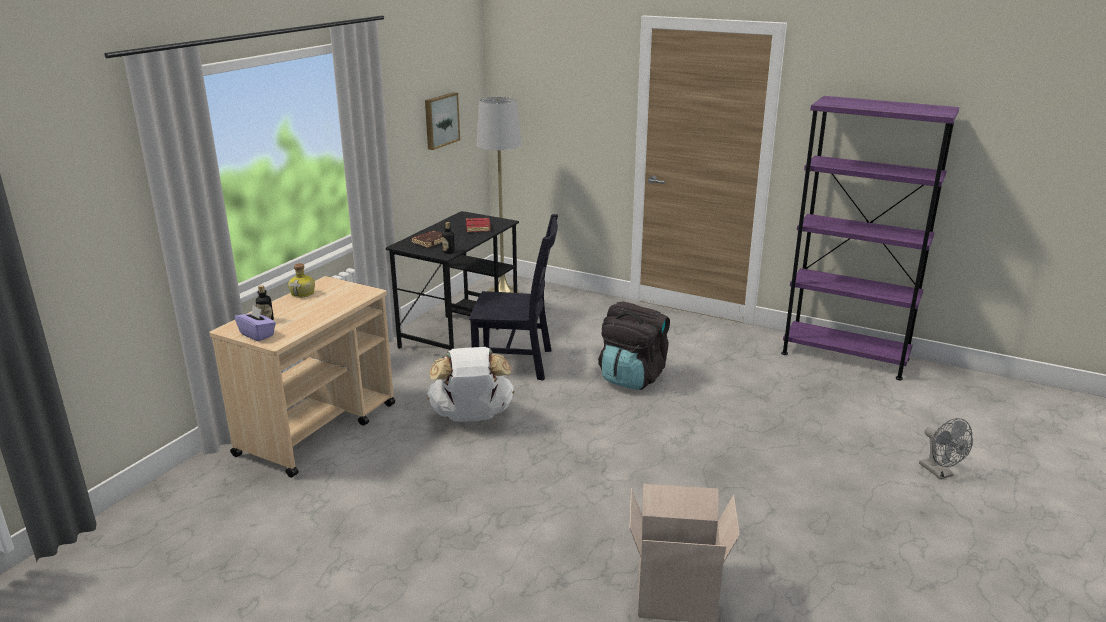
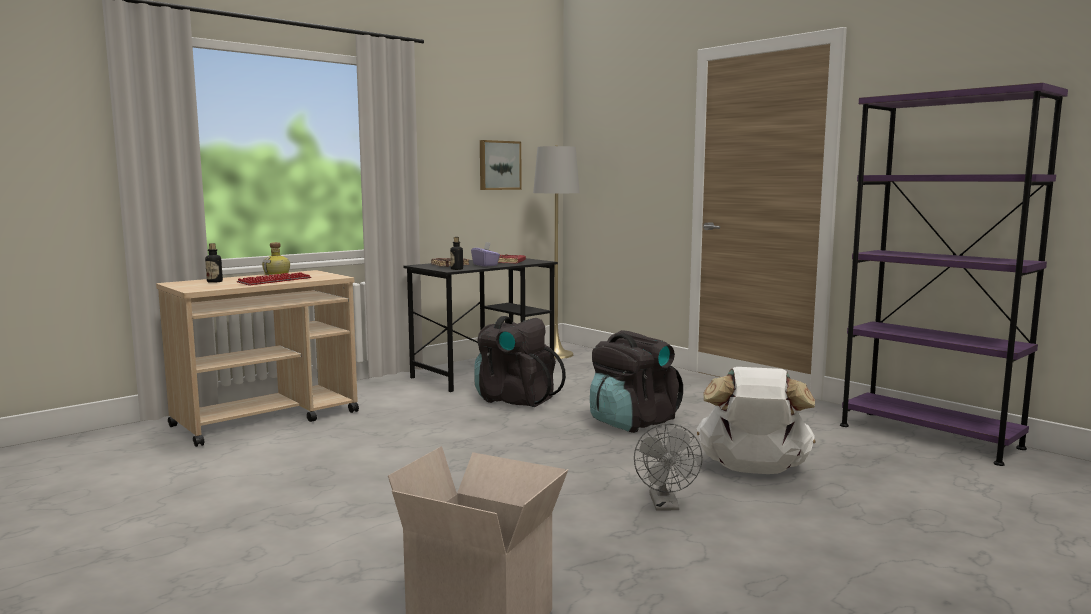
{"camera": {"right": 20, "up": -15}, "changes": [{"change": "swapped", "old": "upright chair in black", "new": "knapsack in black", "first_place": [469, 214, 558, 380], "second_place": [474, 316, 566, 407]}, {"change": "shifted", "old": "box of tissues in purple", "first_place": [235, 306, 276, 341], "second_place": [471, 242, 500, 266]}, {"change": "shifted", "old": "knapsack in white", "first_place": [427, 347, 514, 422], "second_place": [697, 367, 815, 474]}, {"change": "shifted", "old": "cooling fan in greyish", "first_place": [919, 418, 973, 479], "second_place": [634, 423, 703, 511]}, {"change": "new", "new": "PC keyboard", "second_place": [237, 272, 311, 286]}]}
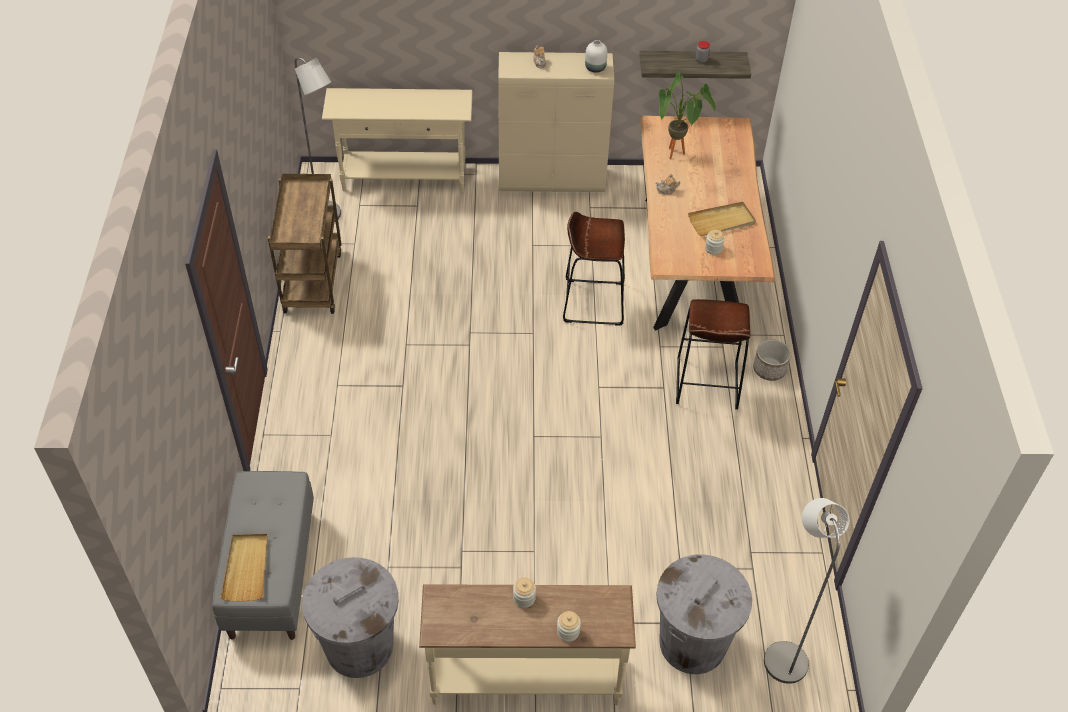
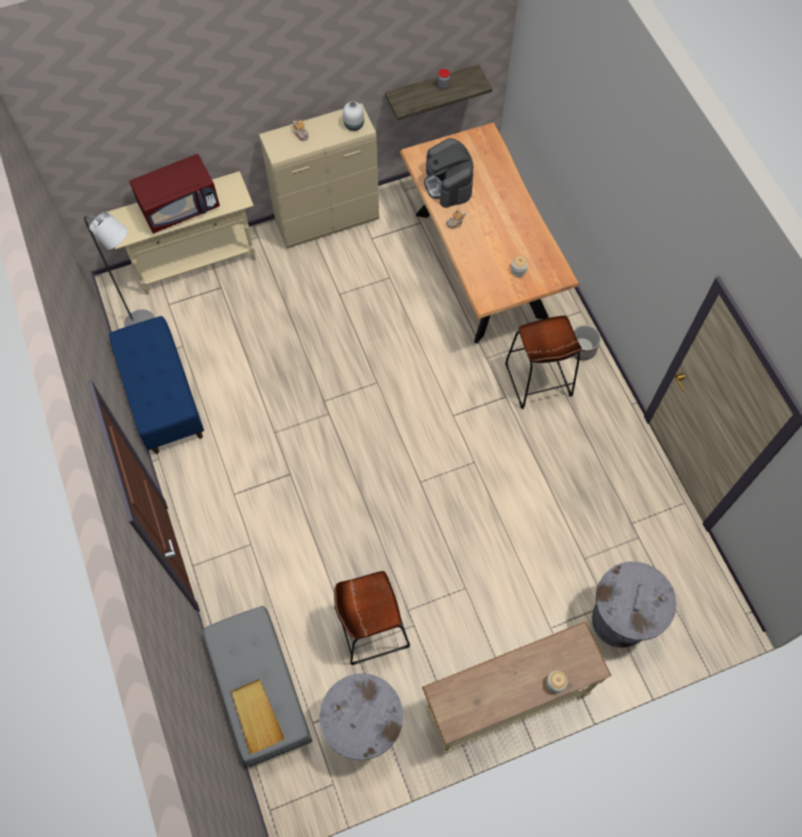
{"camera": {"right": -20, "up": 15}, "changes": [{"change": "swapped", "old": "plant in a pot", "new": "coffee machine", "first_place": [659, 72, 716, 159], "second_place": [424, 138, 473, 208]}, {"change": "swapped", "old": "cart in brown-coloured", "new": "bench in blue", "first_place": [268, 174, 342, 314], "second_place": [109, 316, 204, 454]}, {"change": "gone", "old": "carrying tray in sand-coloured", "first_place": [688, 202, 756, 236]}, {"change": "shifted", "old": "stool in brown-coloured", "first_place": [563, 212, 625, 326], "second_place": [334, 571, 410, 665]}, {"change": "gone", "old": "floor lamp in greyish", "first_place": [764, 498, 849, 684]}, {"change": "gone", "old": "jar", "first_place": [513, 578, 536, 608]}, {"change": "new", "new": "microwave in reddish", "second_place": [129, 154, 220, 234]}]}
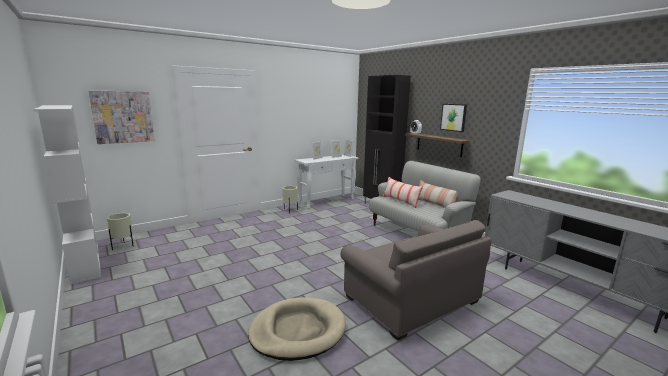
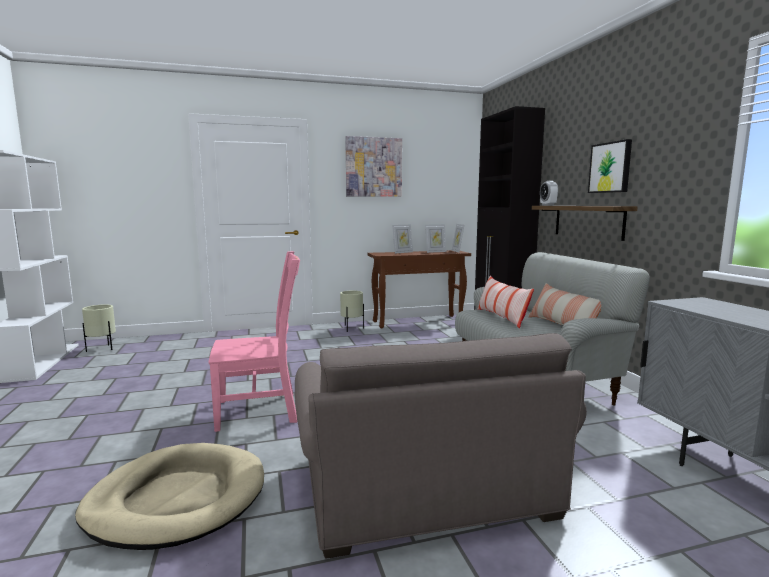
{"camera": {"right": 20, "up": -5}, "changes": [{"change": "shifted", "old": "picture", "first_place": [89, 91, 155, 144], "second_place": [345, 136, 402, 197]}, {"change": "repainted", "old": "console table in white", "new": "console table in brown-coloured", "first_place": [295, 155, 358, 209], "second_place": [368, 250, 471, 328]}, {"change": "new", "new": "upright chair in pink-coloured", "second_place": [209, 251, 300, 432]}]}
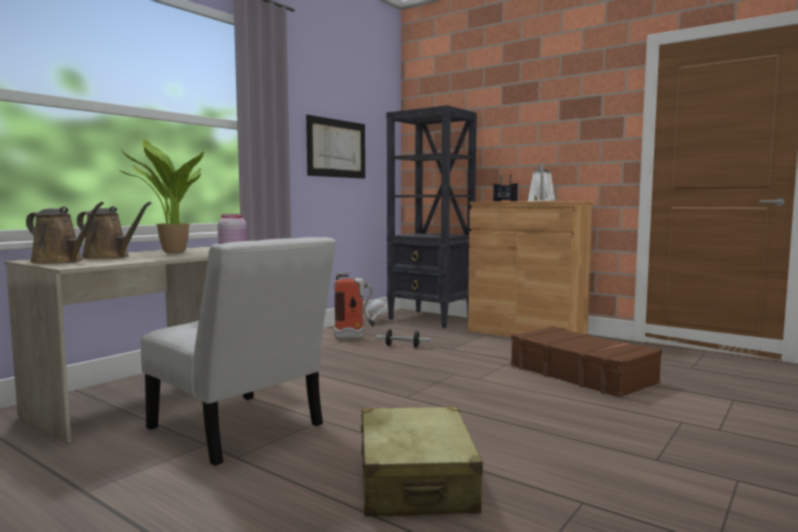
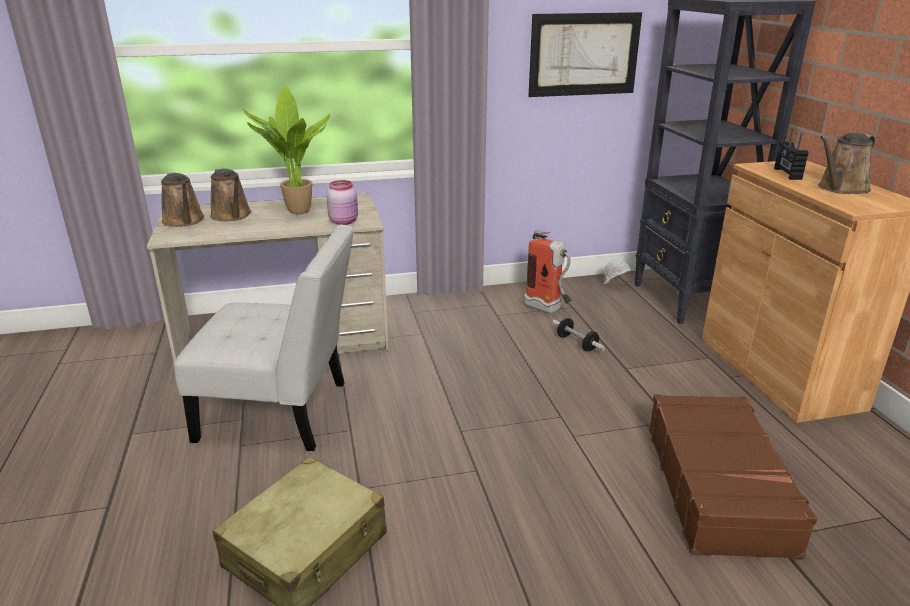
{"camera": {"right": 40, "up": 20}, "changes": [{"change": "repainted", "old": "watering can in white", "new": "watering can in brown-coloured", "first_place": [528, 162, 556, 201], "second_place": [818, 133, 876, 194]}, {"change": "rotated", "old": "upright chair in white", "first_place": [141, 237, 336, 466], "second_place": [174, 225, 354, 451], "degrees": -75}]}
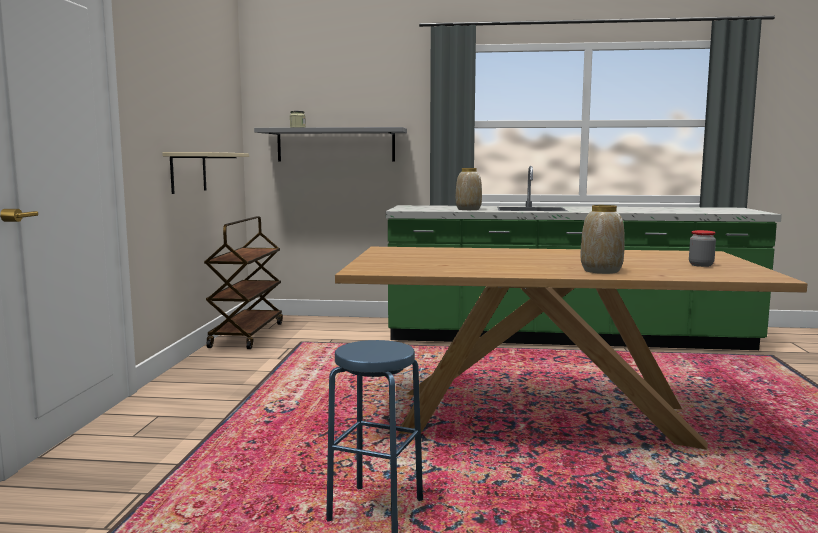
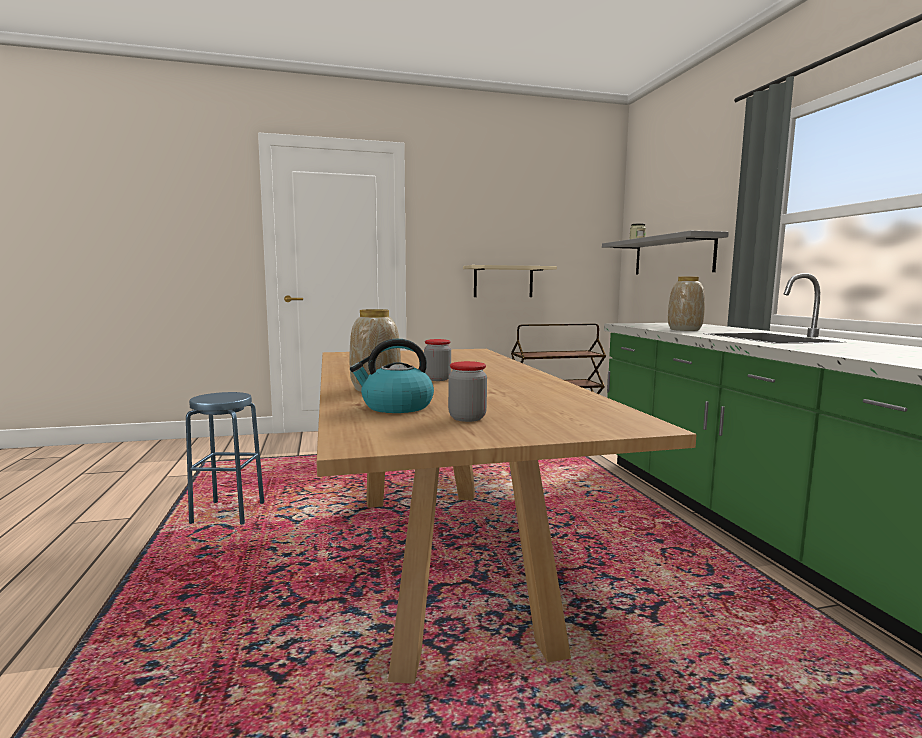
{"camera": {"right": 70, "up": 0}, "changes": [{"change": "new", "new": "kettle", "second_place": [350, 339, 434, 413]}, {"change": "new", "new": "jar", "second_place": [424, 339, 451, 381]}]}
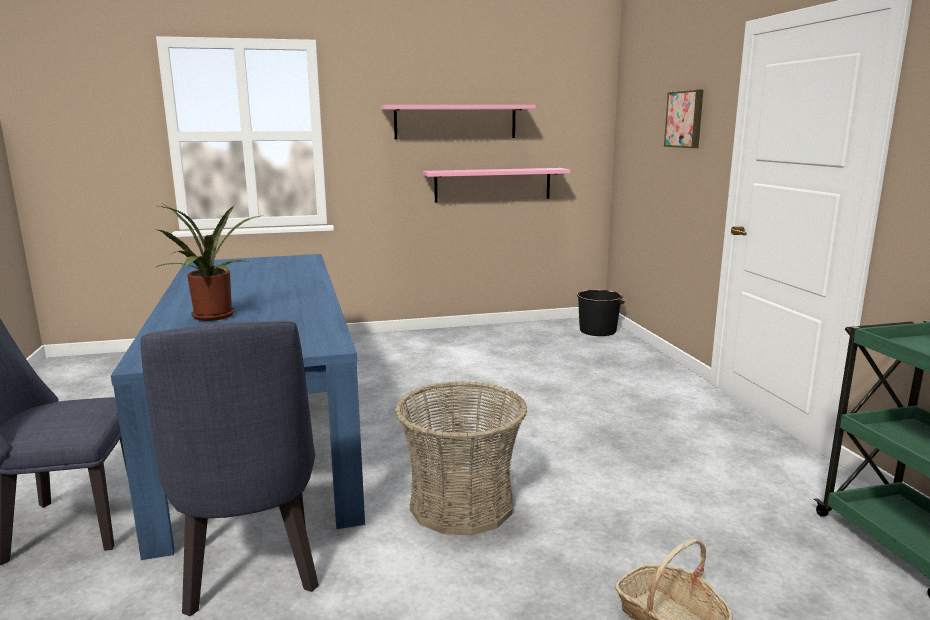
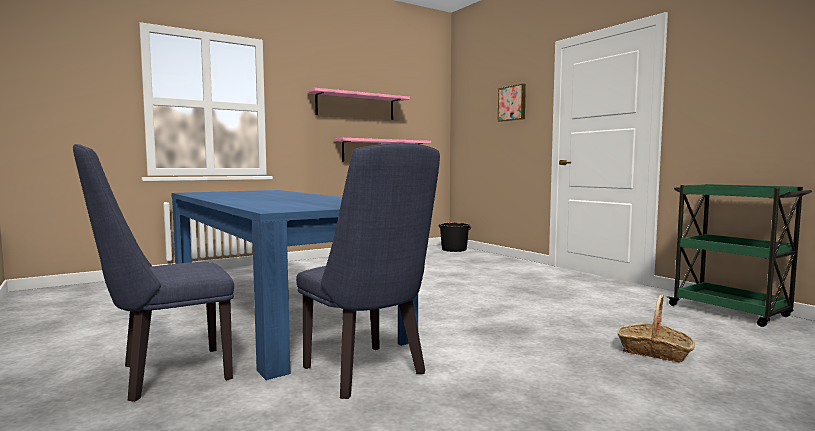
{"camera": {"right": -20, "up": -10}, "changes": [{"change": "gone", "old": "plant in a pot", "first_place": [156, 203, 265, 321]}, {"change": "gone", "old": "basket", "first_place": [395, 381, 527, 535]}]}
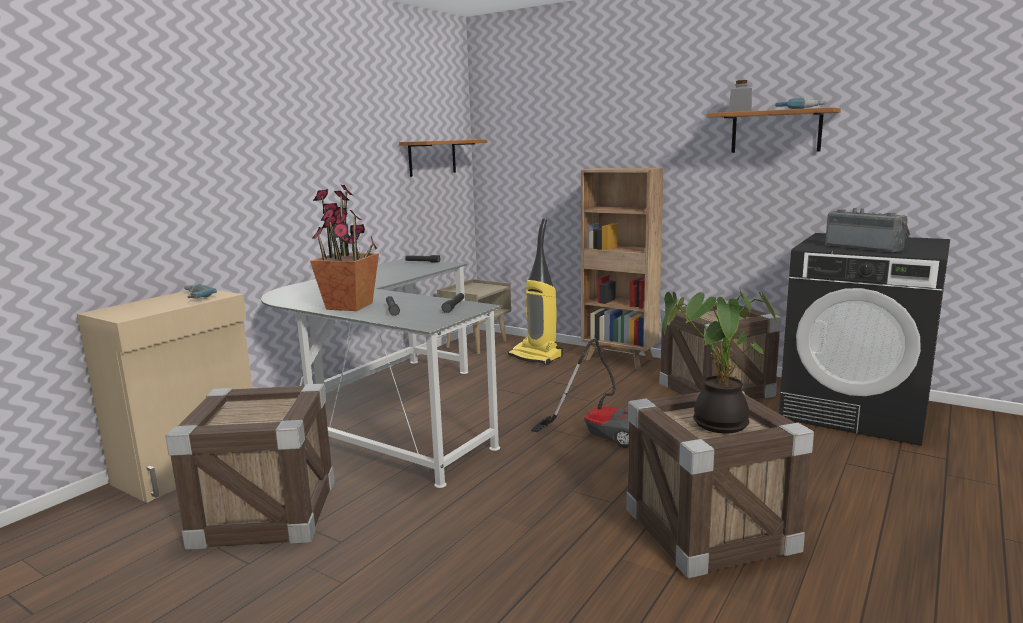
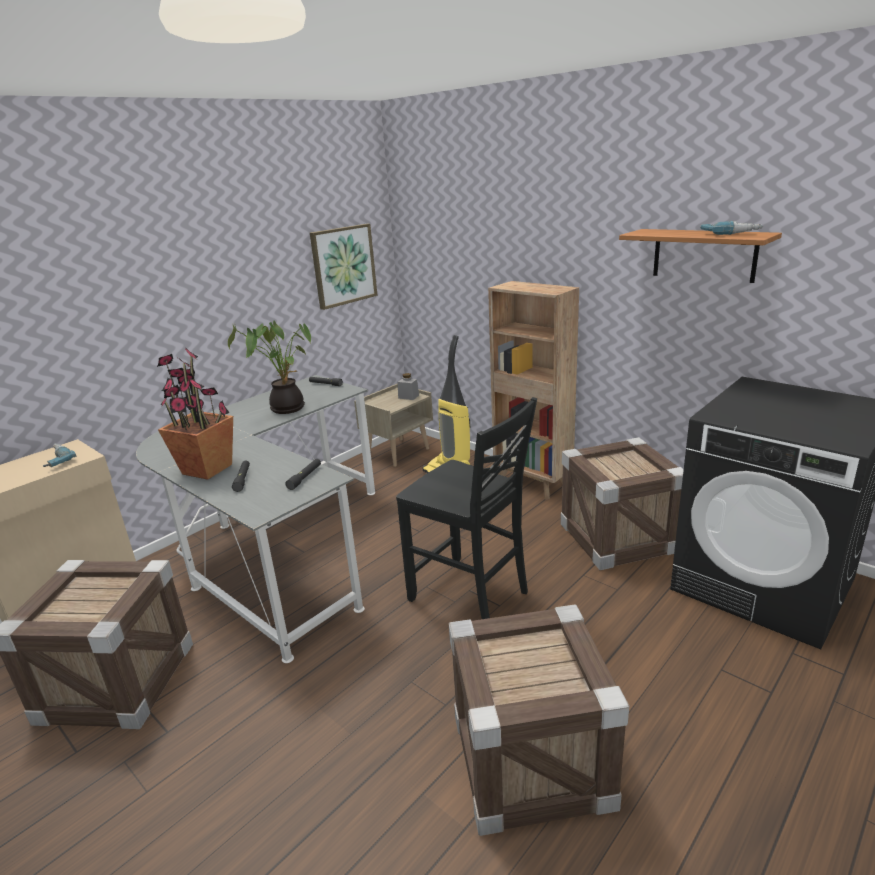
{"camera": {"right": 10, "up": 10}, "changes": [{"change": "shifted", "old": "jar in greyish", "first_place": [729, 80, 752, 112], "second_place": [398, 373, 419, 400]}, {"change": "swapped", "old": "bracket shelf", "new": "picture", "first_place": [399, 140, 487, 177], "second_place": [310, 224, 378, 310]}, {"change": "gone", "old": "radio set", "first_place": [825, 208, 910, 253]}, {"change": "shifted", "old": "plant in a pot", "first_place": [662, 286, 777, 434], "second_place": [228, 321, 311, 414]}, {"change": "swapped", "old": "hoover", "new": "upright chair in black", "first_place": [531, 339, 629, 448], "second_place": [396, 397, 537, 619]}]}
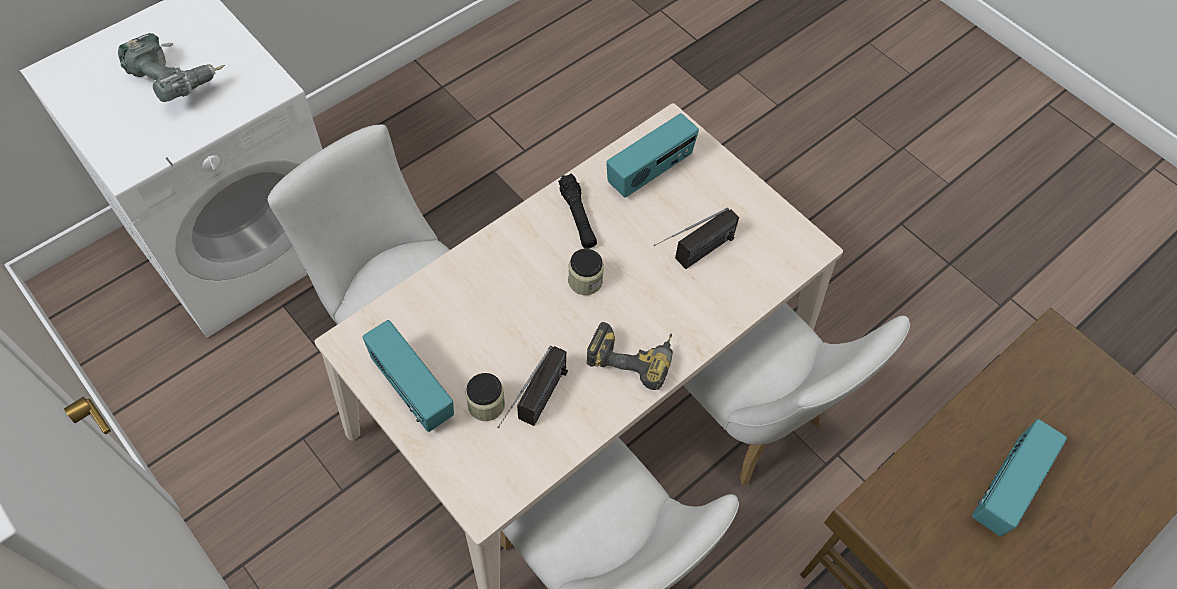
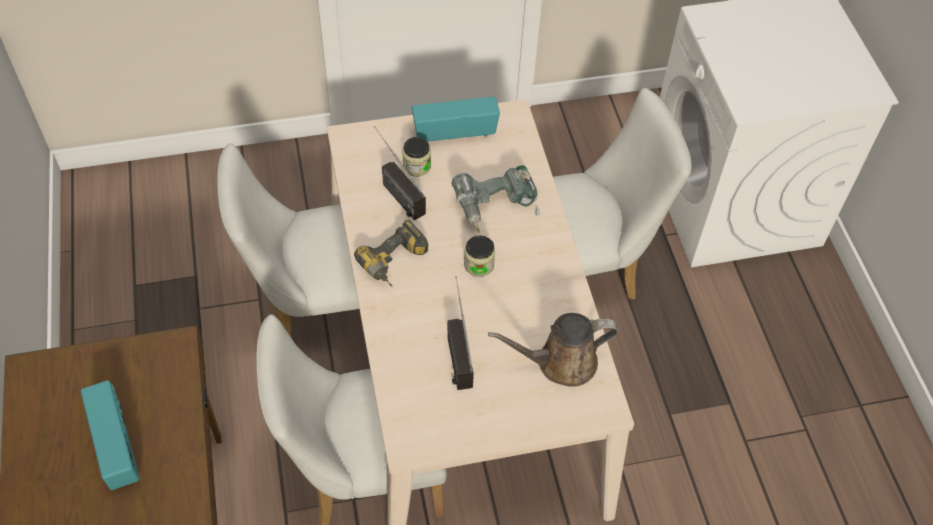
{"camera": {"right": 120, "up": -5}, "changes": [{"change": "shifted", "old": "electric drill", "first_place": [118, 33, 225, 102], "second_place": [452, 165, 540, 233]}, {"change": "swapped", "old": "radio set", "new": "watering can in brown-coloured", "first_place": [606, 113, 699, 197], "second_place": [488, 313, 618, 387]}, {"change": "gone", "old": "hand torch in black", "first_place": [558, 174, 597, 249]}]}
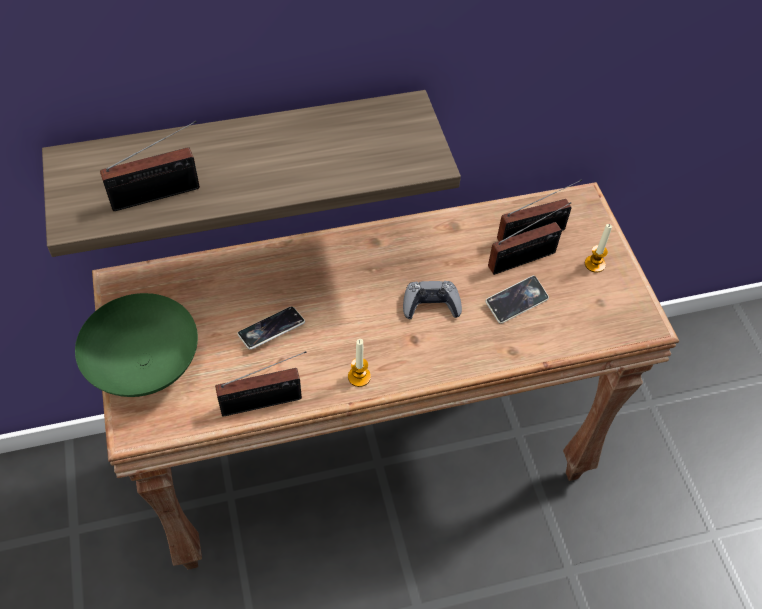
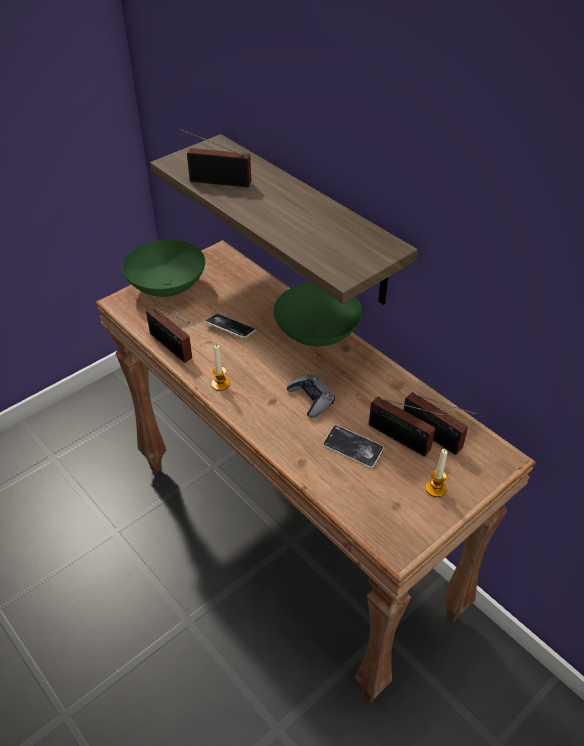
{"camera": {"right": 65, "up": -10}, "changes": [{"change": "rotated", "old": "radio set", "first_place": [100, 121, 200, 211], "second_place": [178, 128, 251, 187], "degrees": 150}, {"change": "new", "new": "serving bowl in greenish", "second_place": [274, 283, 362, 346]}]}
